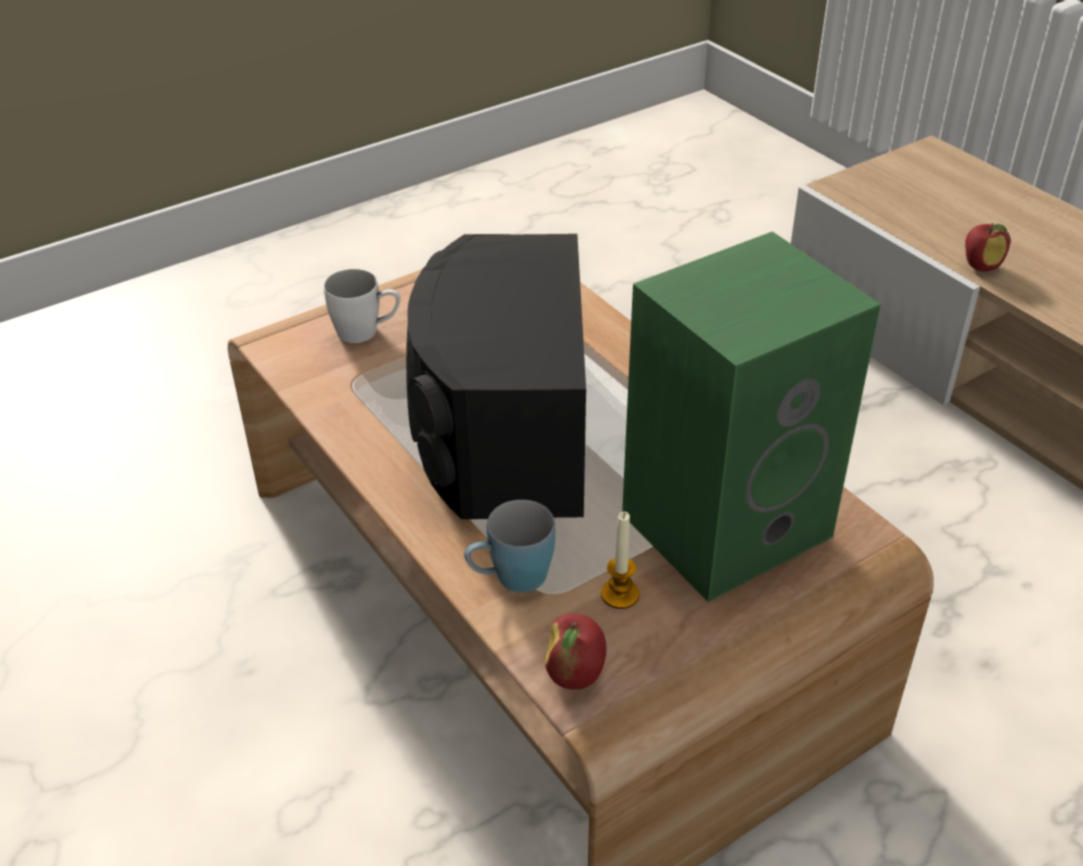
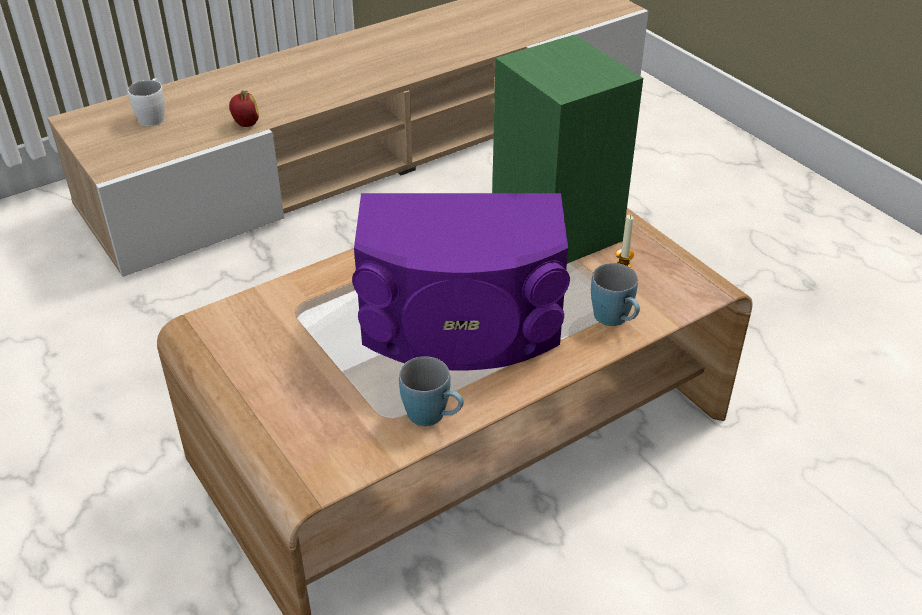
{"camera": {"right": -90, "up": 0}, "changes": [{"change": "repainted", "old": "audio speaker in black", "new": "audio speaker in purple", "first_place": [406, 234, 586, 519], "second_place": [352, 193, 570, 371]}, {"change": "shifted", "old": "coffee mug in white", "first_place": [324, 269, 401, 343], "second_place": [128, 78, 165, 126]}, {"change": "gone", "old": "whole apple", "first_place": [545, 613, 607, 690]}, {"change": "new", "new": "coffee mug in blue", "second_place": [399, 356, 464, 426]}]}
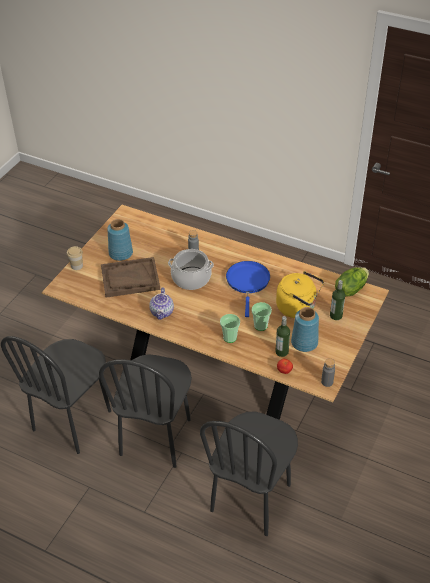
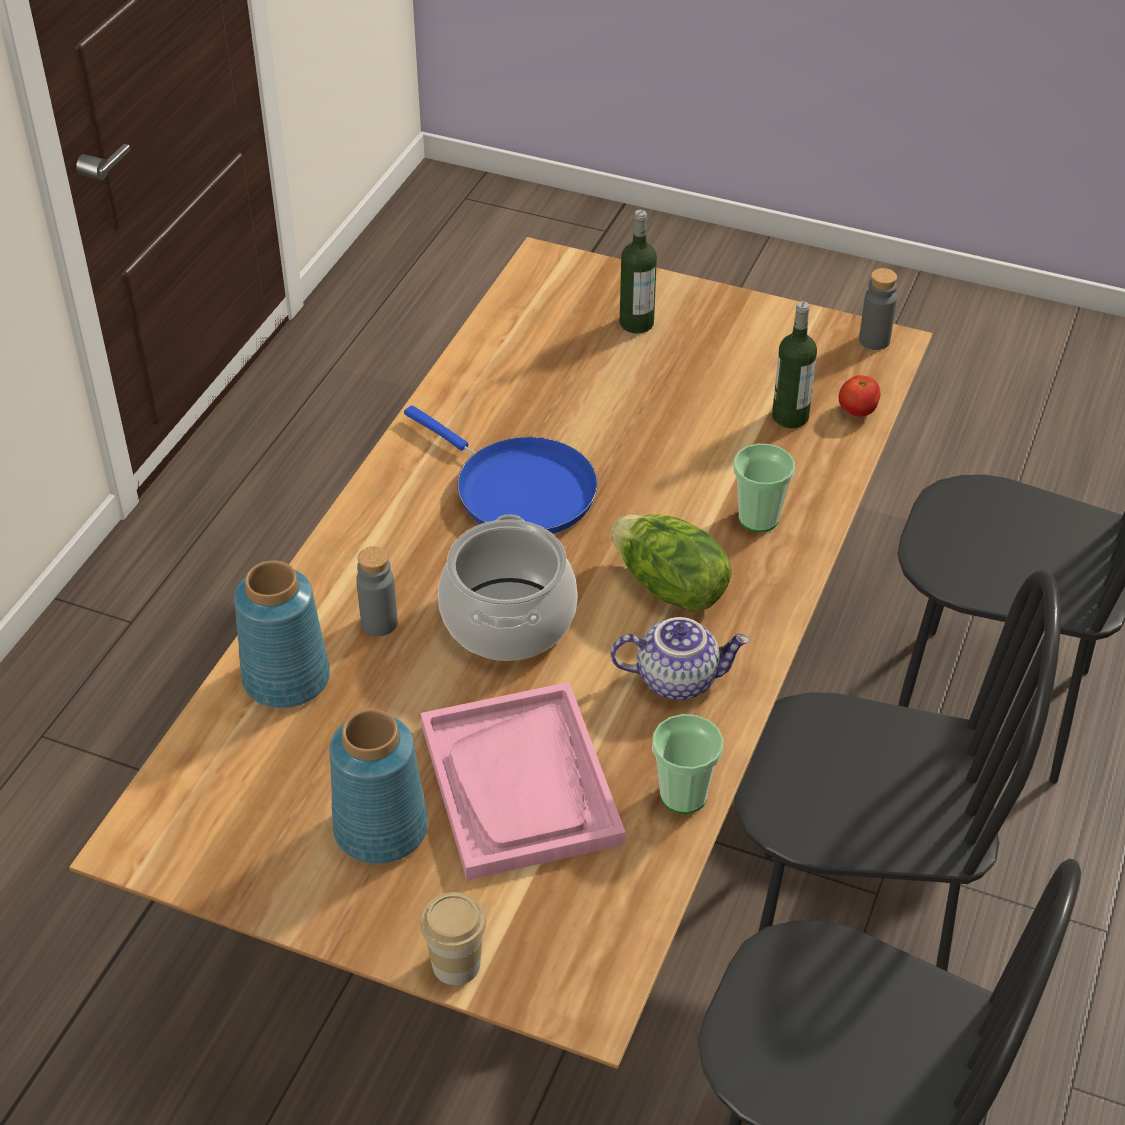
{"camera": {"right": -95, "up": 0}, "changes": [{"change": "repainted", "old": "carrying tray in brown-coloured", "new": "carrying tray in pink-coloured", "first_place": [101, 257, 160, 298], "second_place": [421, 682, 625, 880]}, {"change": "rotated", "old": "pan in blue", "first_place": [226, 261, 270, 317], "second_place": [404, 405, 598, 534], "degrees": -135}, {"change": "shifted", "old": "lettuce", "first_place": [335, 267, 369, 297], "second_place": [611, 514, 732, 612]}, {"change": "gone", "old": "kettle in yellow", "first_place": [276, 271, 324, 318]}, {"change": "shifted", "old": "small cup", "first_place": [251, 302, 272, 331], "second_place": [652, 714, 723, 814]}, {"change": "shifted", "old": "decorative vase in blue", "first_place": [291, 307, 319, 352], "second_place": [234, 560, 330, 708]}]}
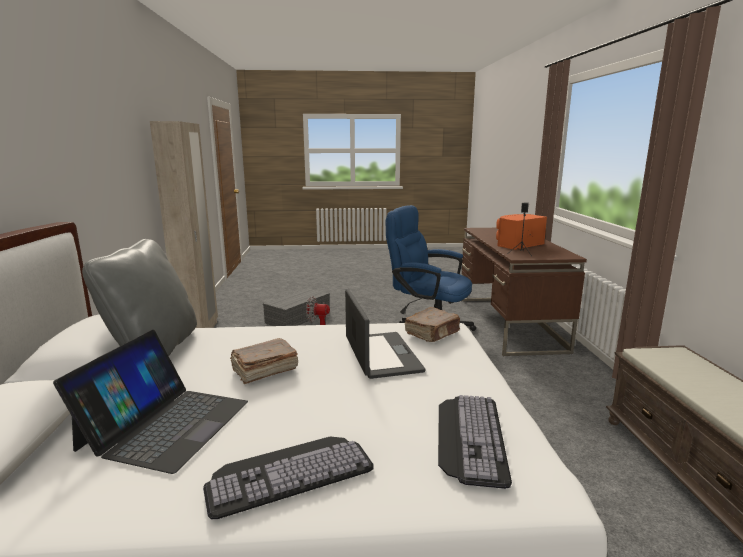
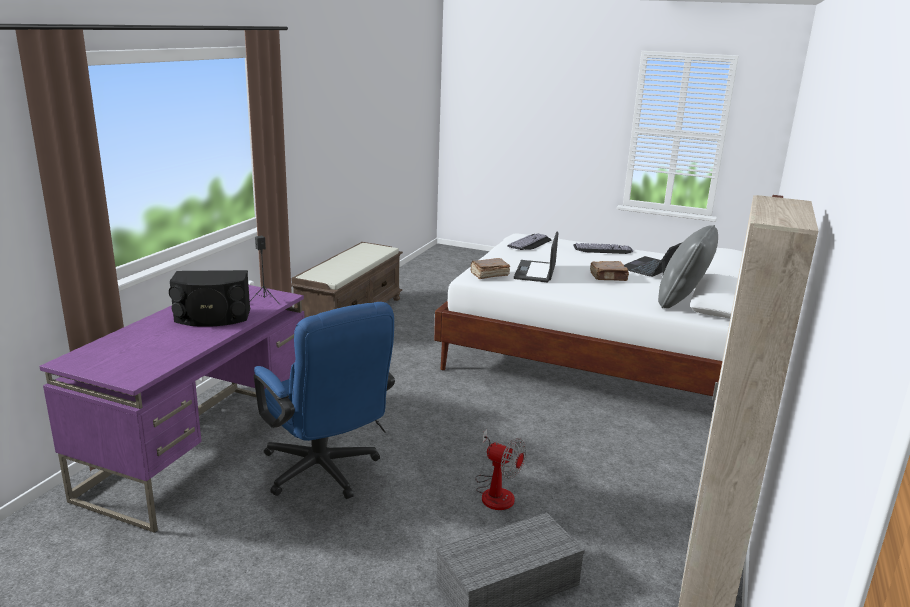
{"camera": {"right": -155, "up": 5}, "changes": [{"change": "repainted", "old": "audio speaker in orangey", "new": "audio speaker in black", "first_place": [496, 214, 547, 250], "second_place": [169, 270, 250, 327]}, {"change": "repainted", "old": "desk table in brown-coloured", "new": "desk table in purple", "first_place": [462, 228, 587, 356], "second_place": [39, 285, 305, 533]}]}
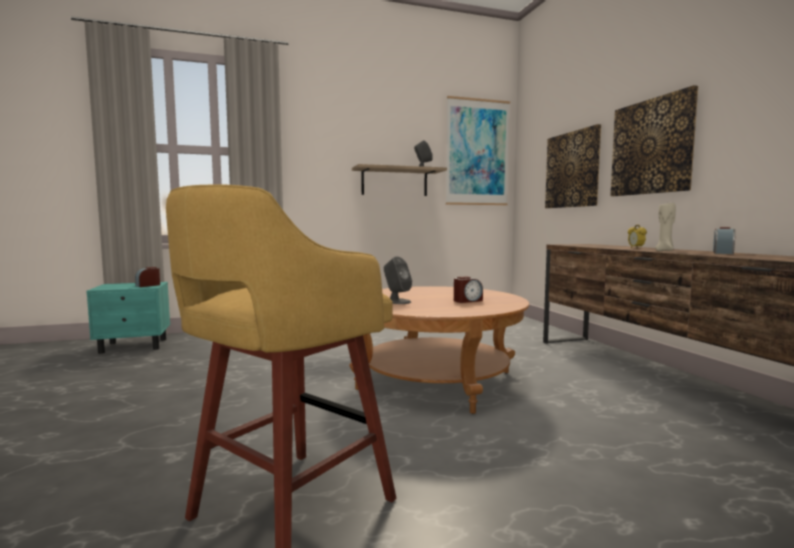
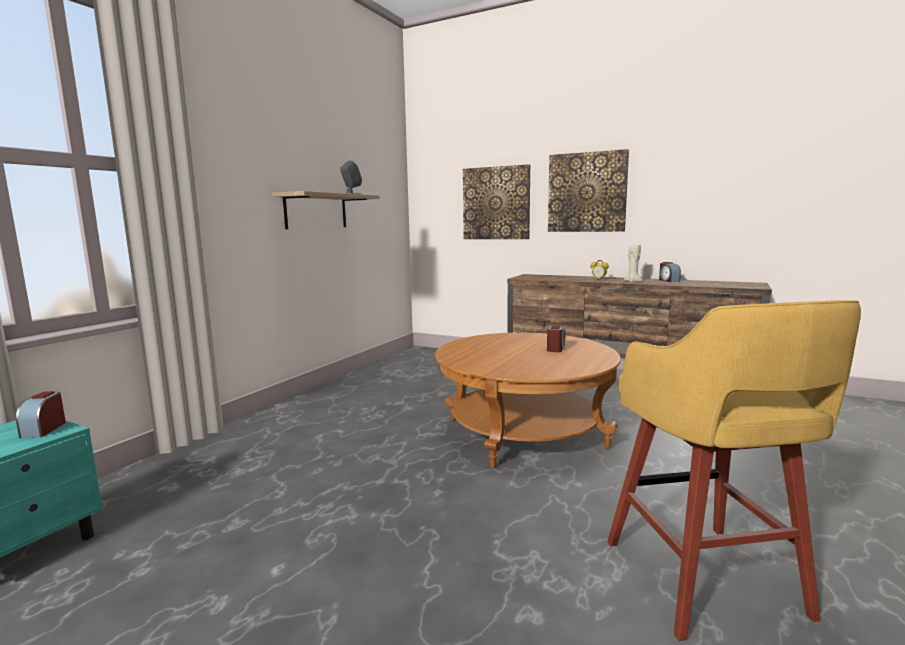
{"camera": {"right": -45, "up": 5}, "changes": [{"change": "gone", "old": "picture", "first_place": [446, 96, 510, 205]}, {"change": "gone", "old": "audio speaker in greyish", "first_place": [384, 256, 412, 304]}]}
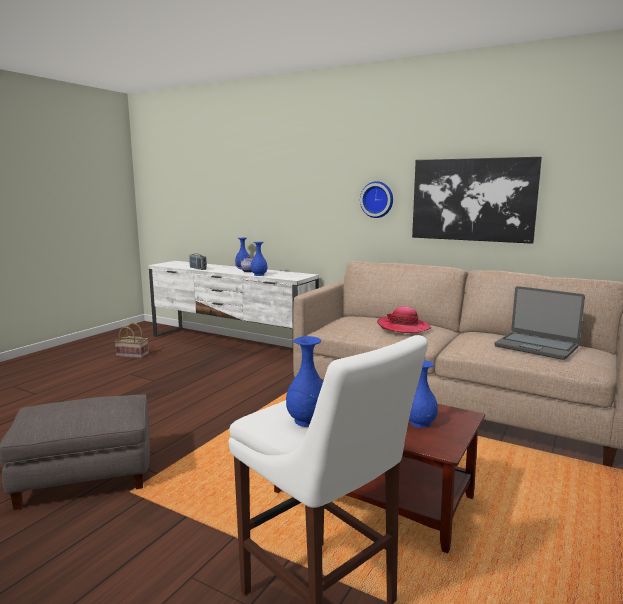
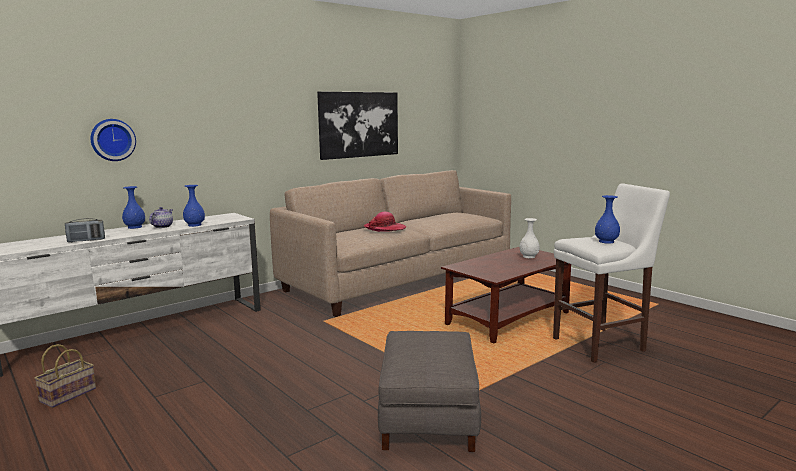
{"camera": {"right": -70, "up": 0}, "changes": [{"change": "shifted", "old": "wall clock", "first_place": [360, 181, 393, 218], "second_place": [91, 119, 136, 161]}, {"change": "gone", "old": "portable computer", "first_place": [494, 286, 585, 360]}, {"change": "repainted", "old": "decorative vase in blue", "new": "decorative vase in white", "first_place": [409, 360, 438, 428], "second_place": [520, 218, 540, 258]}]}
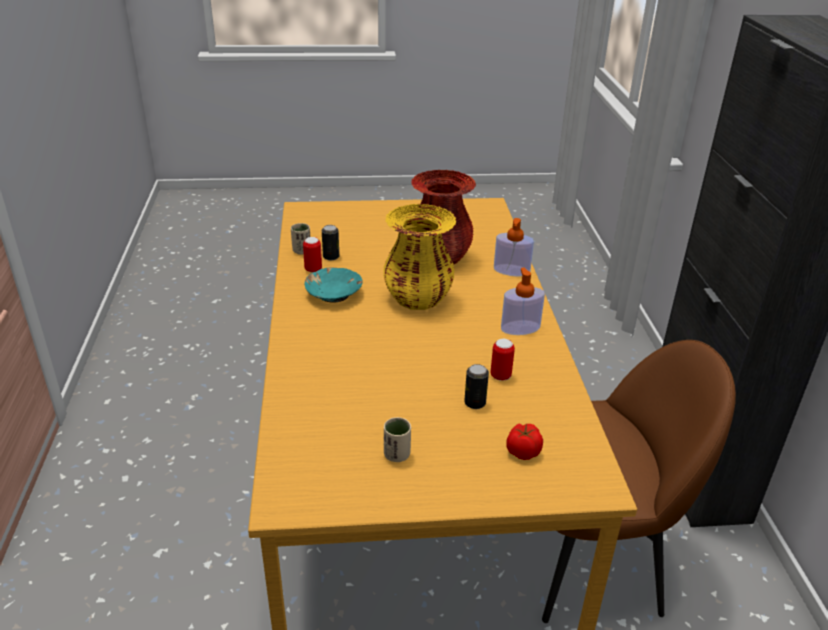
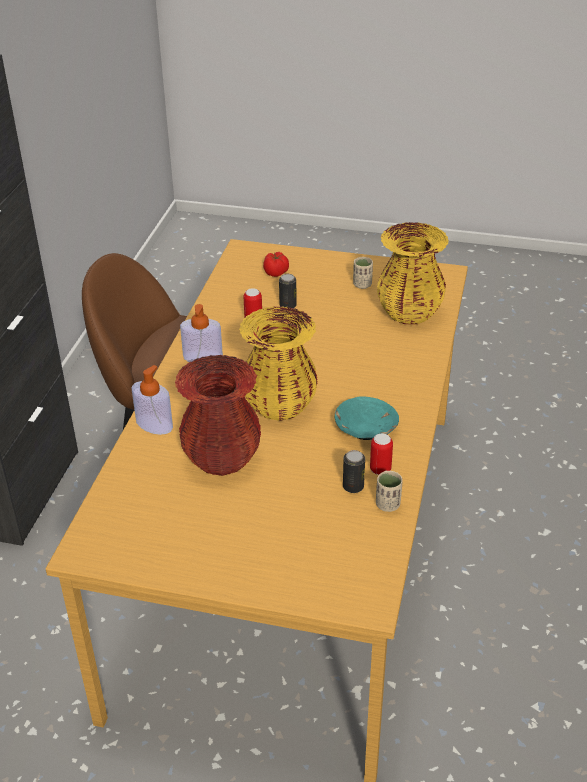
{"camera": {"right": -160, "up": 5}, "changes": [{"change": "new", "new": "decorative vase in yellow", "second_place": [377, 222, 449, 324]}]}
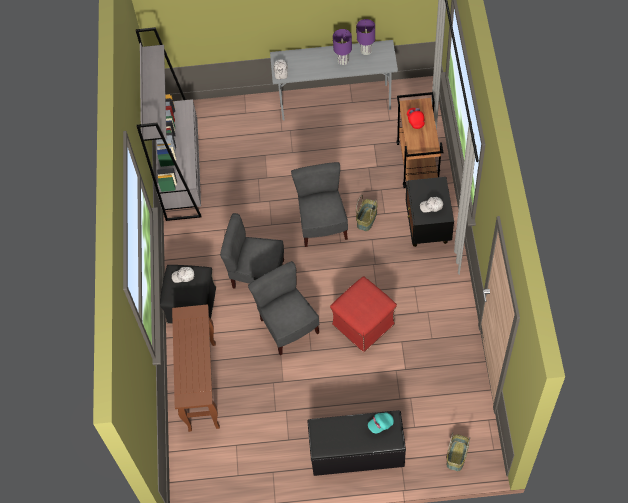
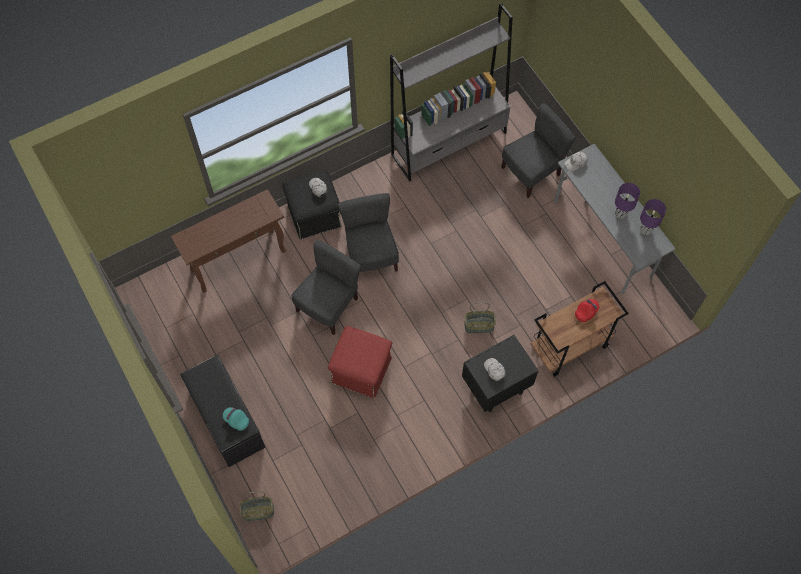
{"camera": {"right": 60, "up": 5}, "changes": [{"change": "shifted", "old": "upright chair in greyish", "first_place": [291, 162, 348, 247], "second_place": [501, 103, 576, 198]}]}
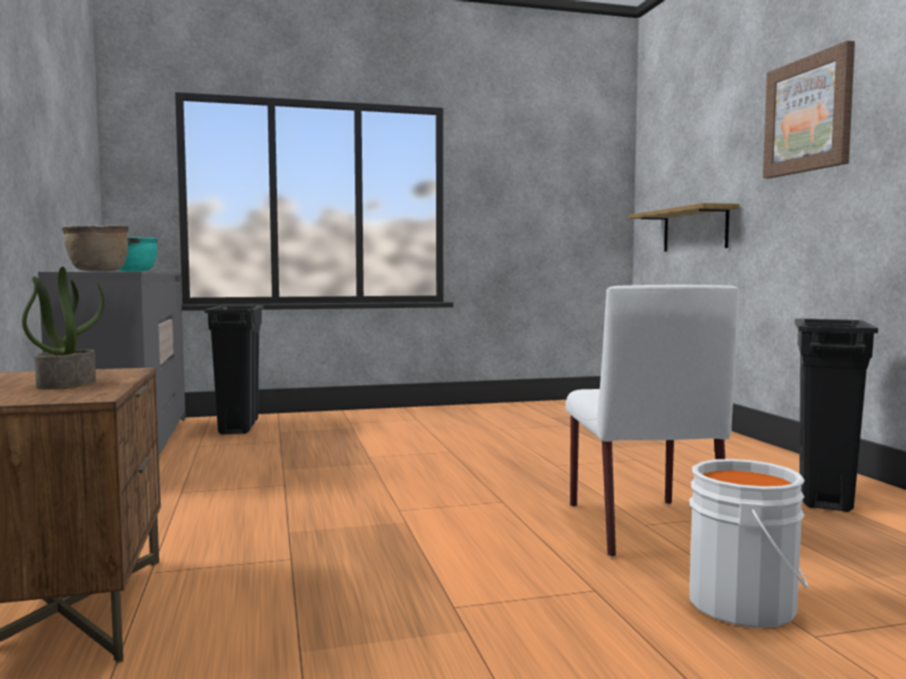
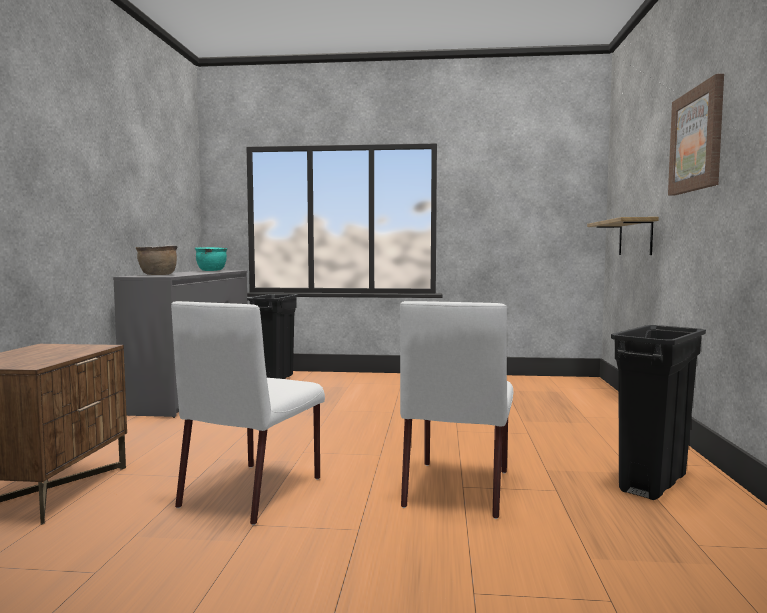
{"camera": {"right": 20, "up": 0}, "changes": [{"change": "gone", "old": "plant in a pot", "first_place": [22, 267, 104, 389]}, {"change": "gone", "old": "pail in white", "first_place": [689, 459, 808, 628]}, {"change": "new", "new": "upright chair in white", "second_place": [171, 301, 325, 525]}]}
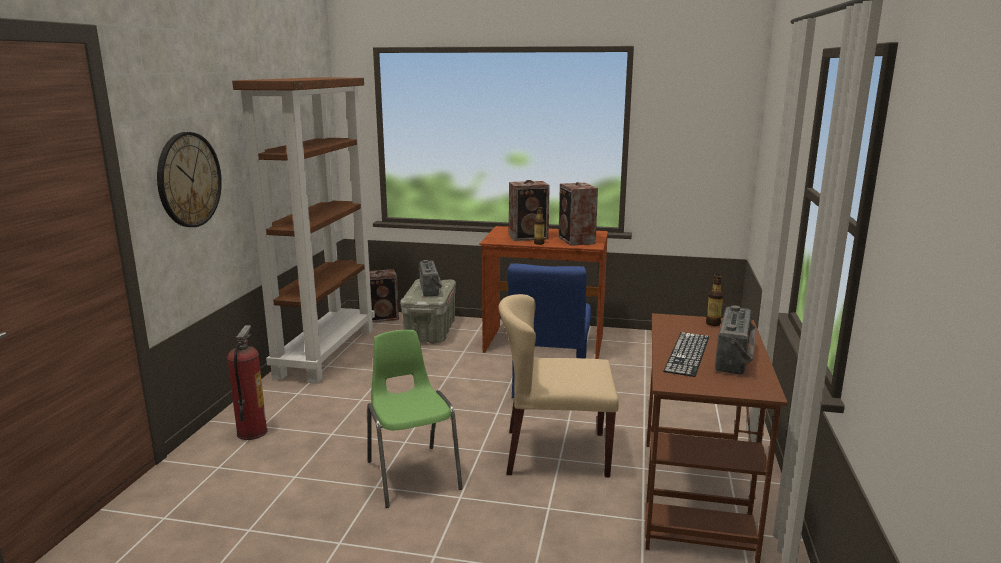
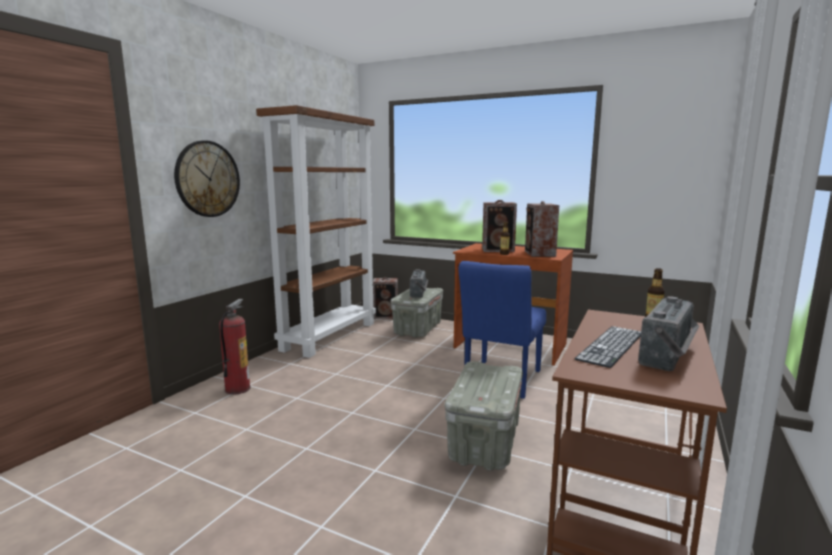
{"camera": {"right": 15, "up": -5}, "changes": [{"change": "swapped", "old": "upright chair in sand-coloured", "new": "storage bin in greyish", "first_place": [499, 294, 619, 477], "second_place": [445, 361, 523, 471]}, {"change": "gone", "old": "upright chair in greenish", "first_place": [367, 330, 463, 508]}]}
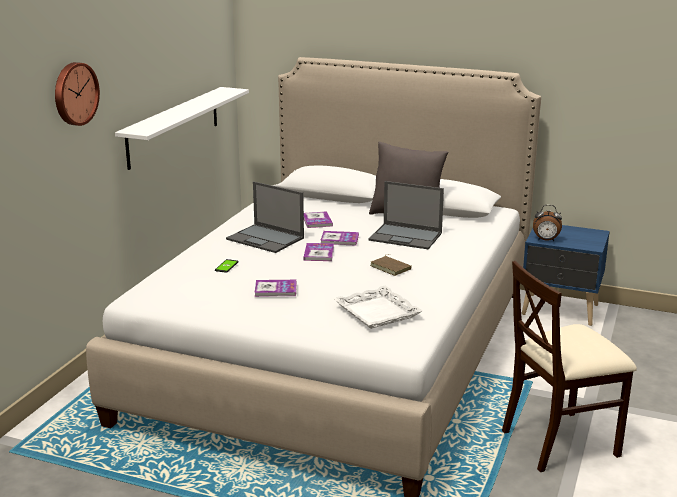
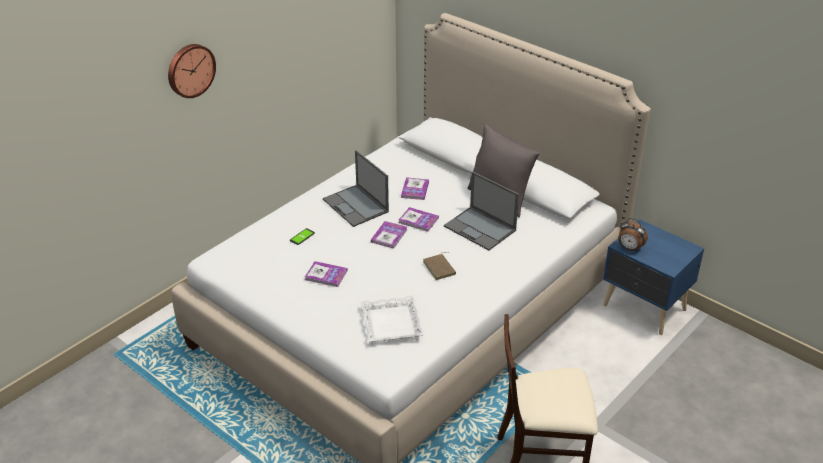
{"camera": {"right": 20, "up": 15}, "changes": [{"change": "gone", "old": "bracket shelf in white", "first_place": [115, 87, 249, 170]}]}
